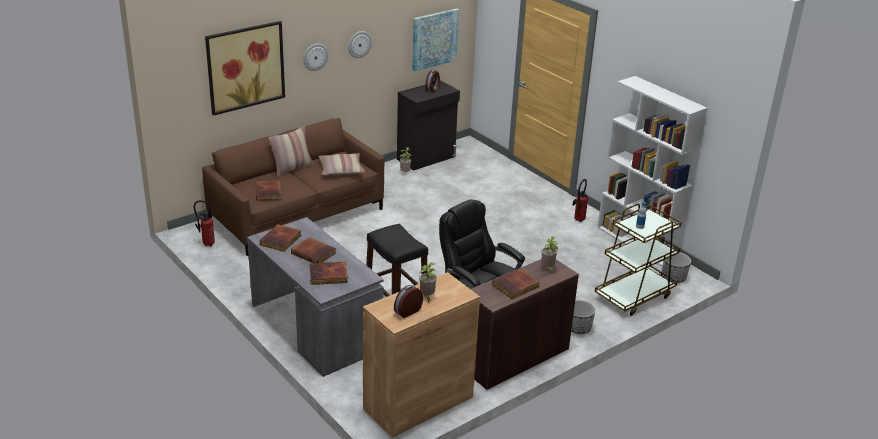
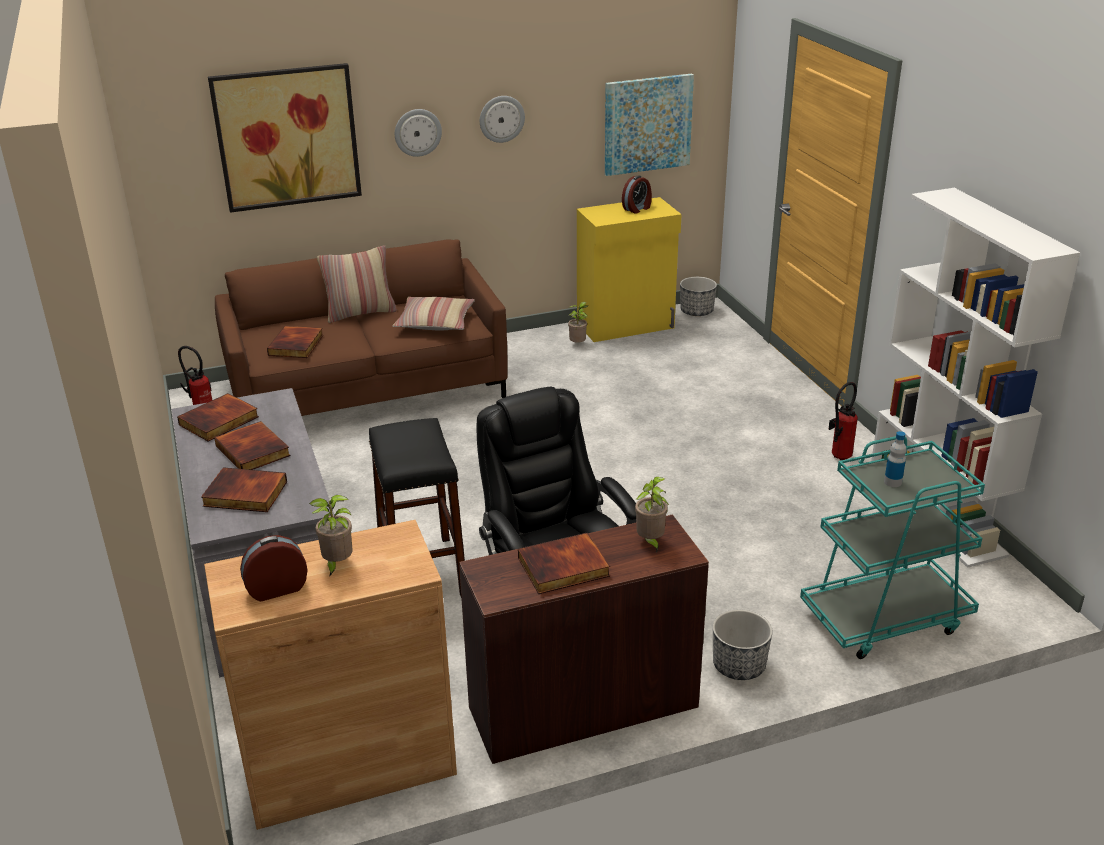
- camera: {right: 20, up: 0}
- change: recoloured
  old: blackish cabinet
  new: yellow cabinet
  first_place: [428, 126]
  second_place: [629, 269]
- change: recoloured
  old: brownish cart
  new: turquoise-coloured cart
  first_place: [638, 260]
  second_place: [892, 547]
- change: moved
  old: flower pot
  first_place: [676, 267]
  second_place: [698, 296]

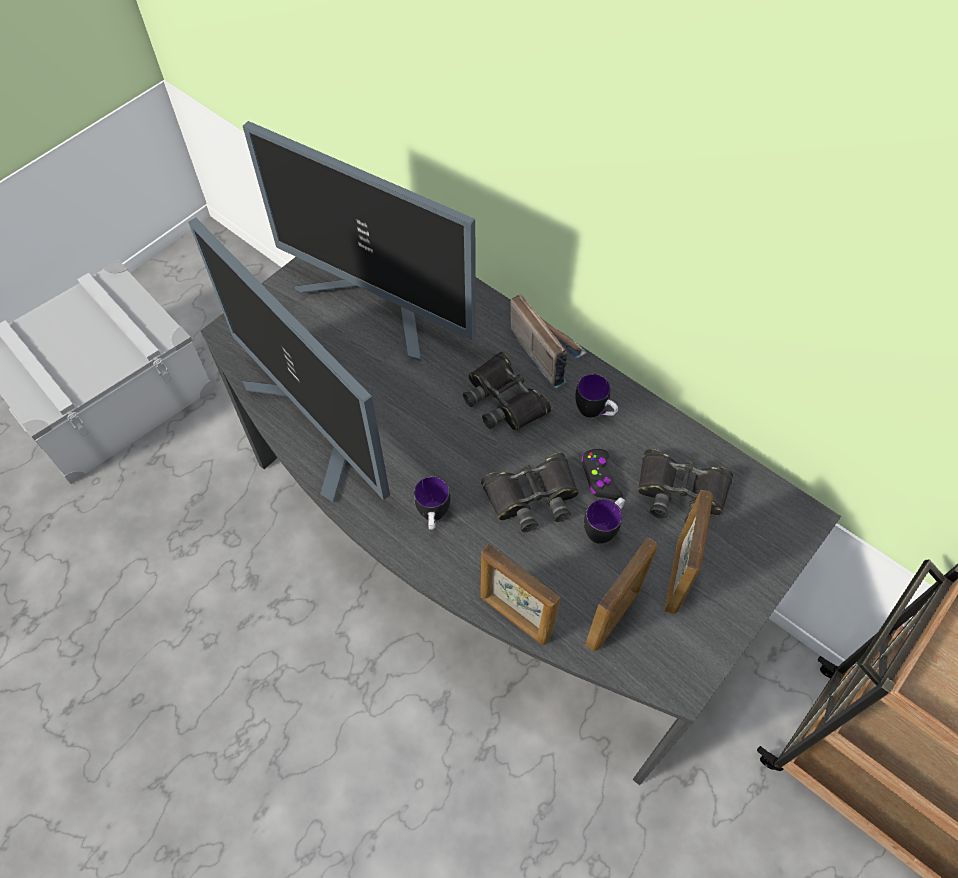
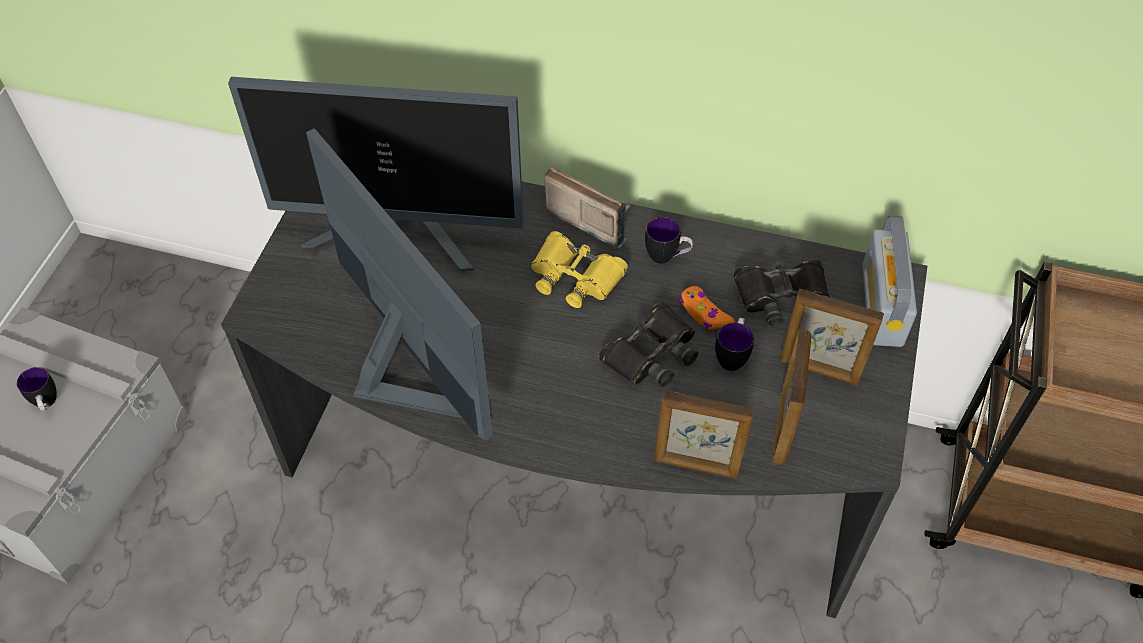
- camera: {right: -25, up: -5}
- change: turned
  old: monitor
  first_place: [289, 360]
  second_place: [399, 284]
  degrees: -150
- change: moved
  old: coffee mug
  first_place: [432, 503]
  second_place: [37, 389]
- change: recoloured
  old: blackish pair of binoculars
  new: yellow pair of binoculars
  first_place: [507, 391]
  second_place: [579, 269]
- change: recoloured
  old: blackish gamepad
  new: orange-coloured gamepad
  first_place: [602, 474]
  second_place: [707, 308]
- change: turned
  old: standing frame
  first_place: [688, 552]
  second_place: [832, 337]
  degrees: 120
- change: added
  new: radio set
  second_place: [889, 281]

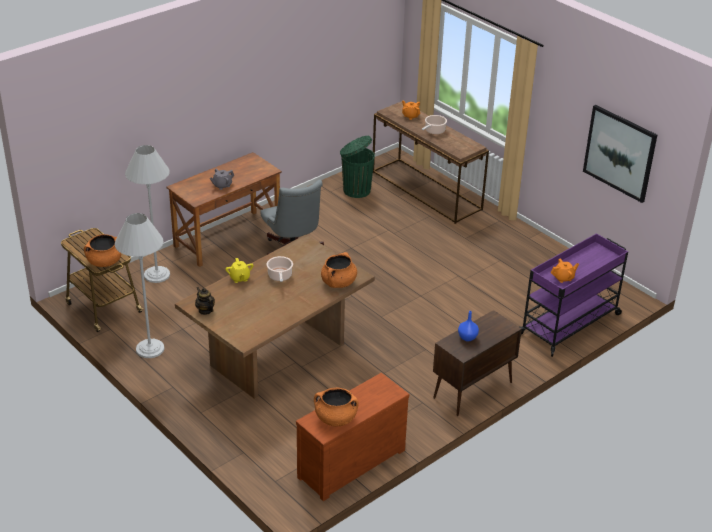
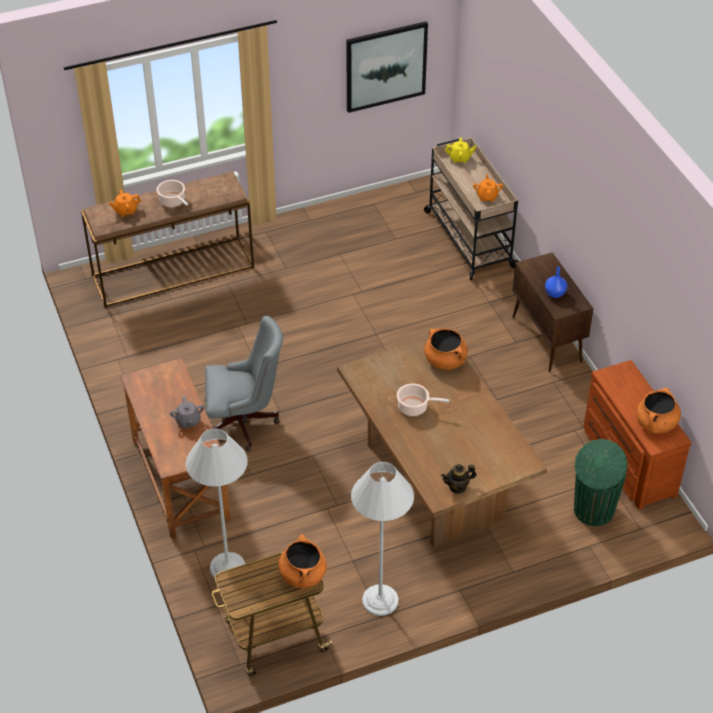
- camera: {right: -70, up: 10}
- change: moved
  old: yellow pot for tea
  first_place: [239, 270]
  second_place: [460, 150]
- change: moved
  old: green waste bin
  first_place: [357, 167]
  second_place: [600, 482]
- change: recoloured
  old: purple cart
  new: beige cart
  first_place: [573, 295]
  second_place: [471, 209]

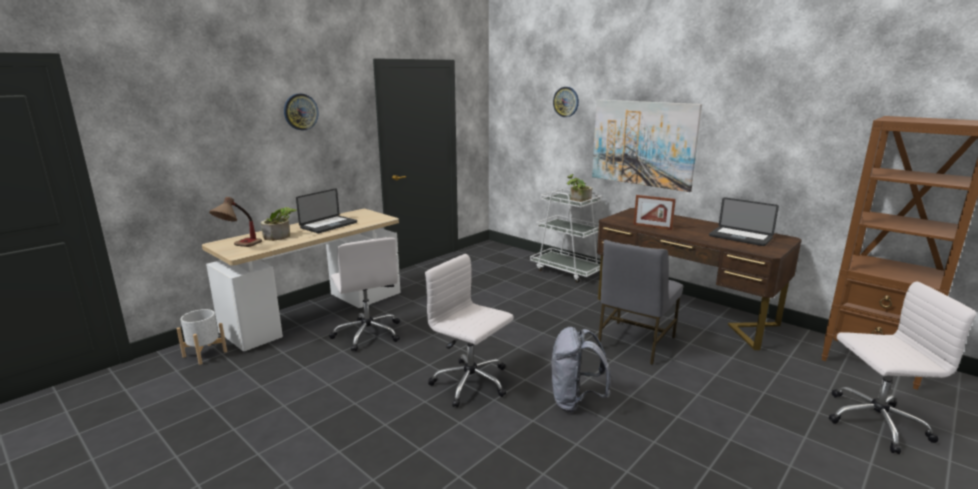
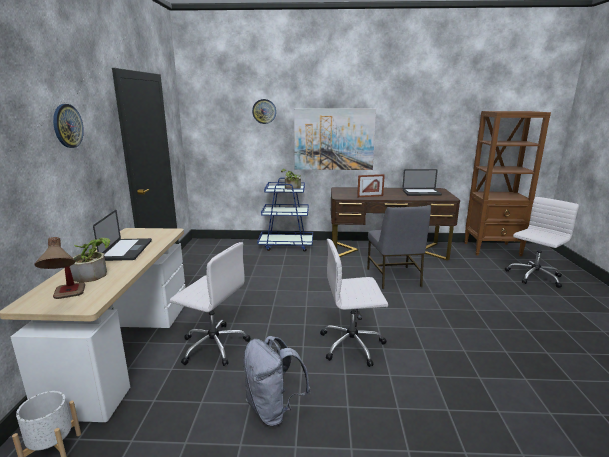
- camera: {right: -40, up: 0}
- change: recoloured
  old: white cart
  new: bluish cart
  first_place: [566, 234]
  second_place: [285, 215]
- change: moved
  old: gray rucksack
  first_place: [581, 369]
  second_place: [277, 381]

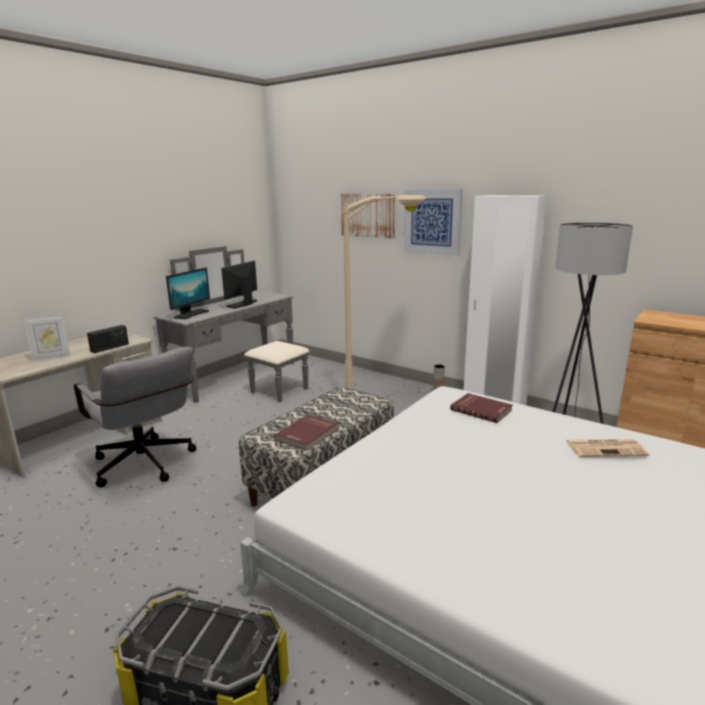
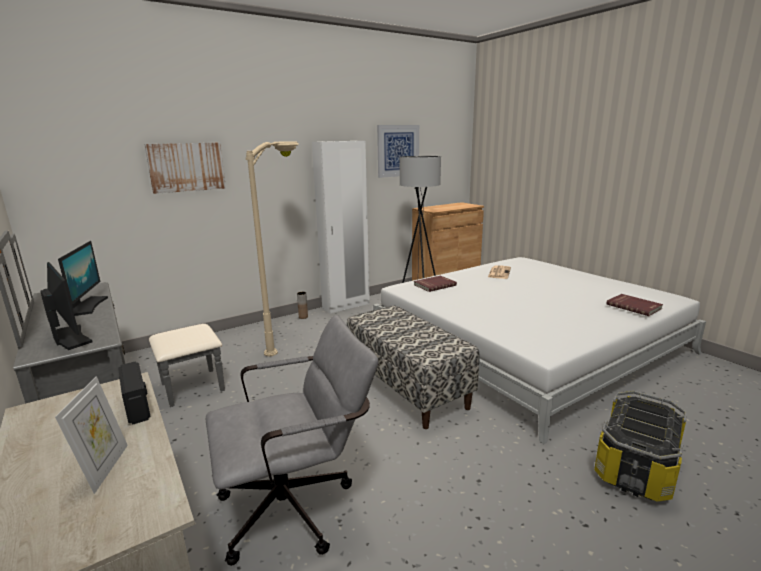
- camera: {right: -70, up: 0}
- change: turned
  old: monitor
  first_place: [239, 285]
  second_place: [83, 278]
  degrees: -150
- change: moved
  old: red bound book
  first_place: [306, 432]
  second_place: [635, 305]
- change: moved
  old: wall art
  first_place: [433, 222]
  second_place: [398, 151]

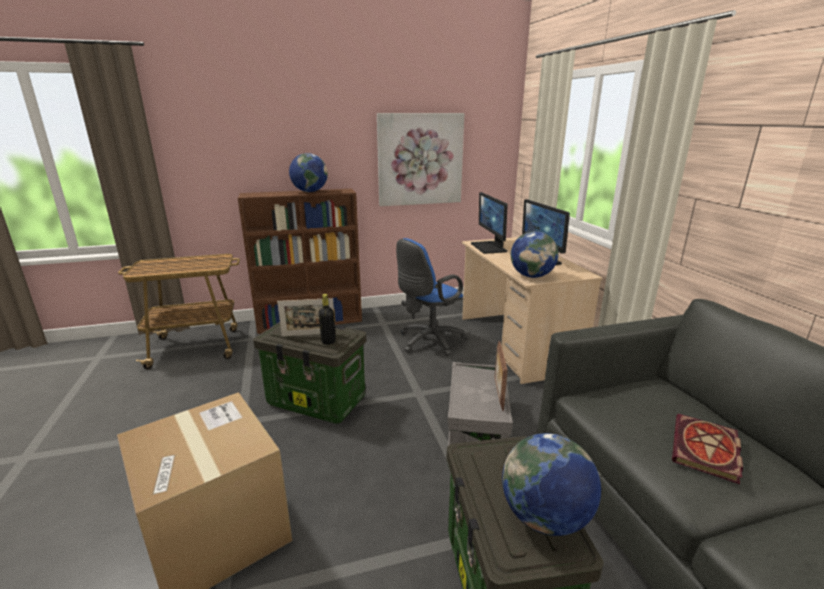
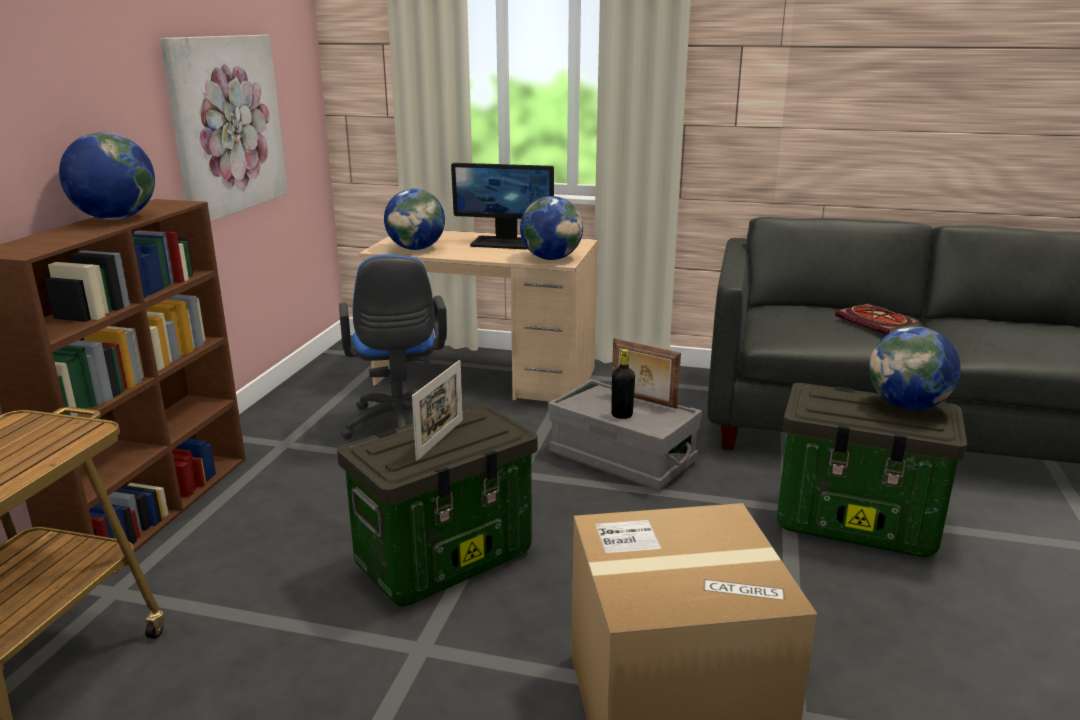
- camera: {right: -60, up: 0}
- change: moved
  old: blackish drink bottle
  first_place: [327, 319]
  second_place: [623, 384]
- change: replaced
  old: monitor
  new: world globe
  first_place: [489, 223]
  second_place: [414, 219]

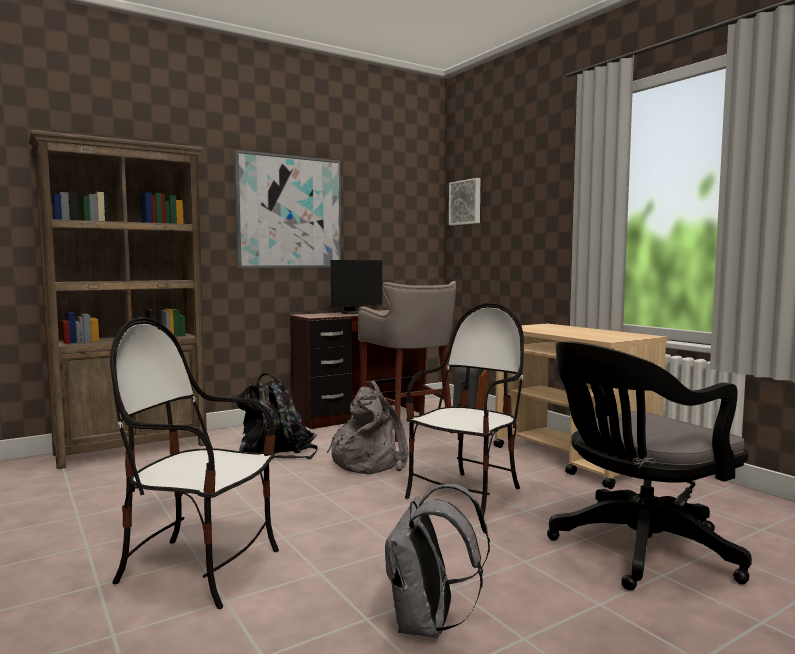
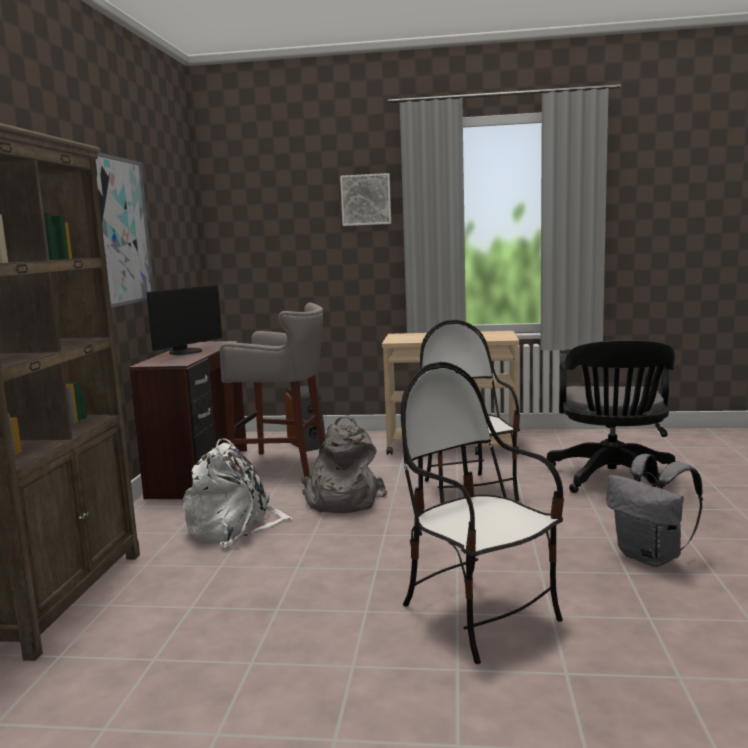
- camera: {right: -50, up: 5}
- change: turned
  old: plain chair
  first_place: [194, 463]
  second_place: [482, 513]
  degrees: 90
- change: recoloured
  old: blackish rucksack
  new: white rucksack
  first_place: [277, 416]
  second_place: [237, 493]
- change: turned
  old: monitor
  first_place: [356, 287]
  second_place: [184, 320]
  degrees: 45
- change: moved
  old: wall art
  first_place: [464, 201]
  second_place: [365, 199]

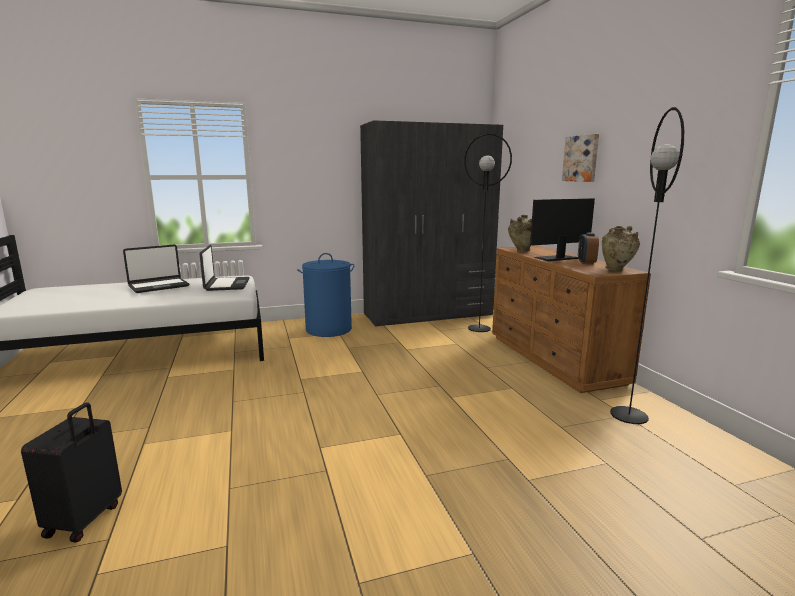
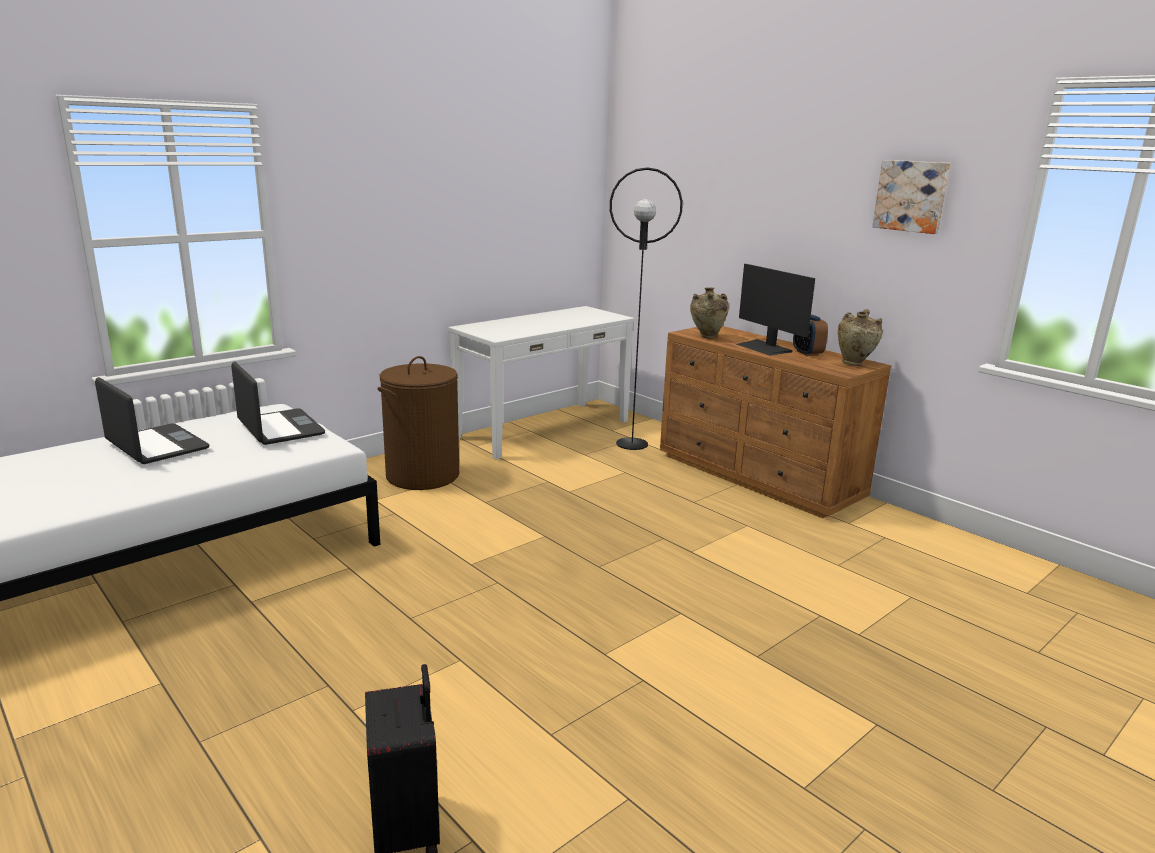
- camera: {right: -25, up: 5}
- change: turned
  old: laptop
  first_place: [156, 269]
  second_place: [152, 420]
  degrees: -75
- change: recoloured
  old: bluish hamper
  new: brownish hamper
  first_place: [325, 295]
  second_place: [418, 423]
- change: replaced
  old: gray wardrobe
  new: white hall table
  first_place: [431, 223]
  second_place: [541, 383]
- change: turned
  old: monitor
  first_place: [562, 229]
  second_place: [775, 310]
  degrees: -75
- change: moved
  old: wall art
  first_place: [580, 158]
  second_place: [911, 197]
- change: removed
  old: blackish standard lamp
  first_place: [647, 265]

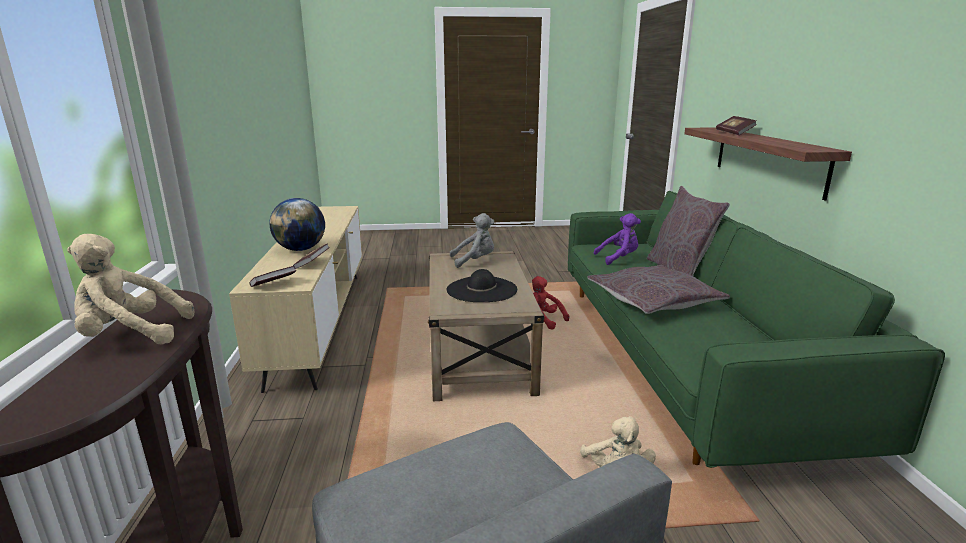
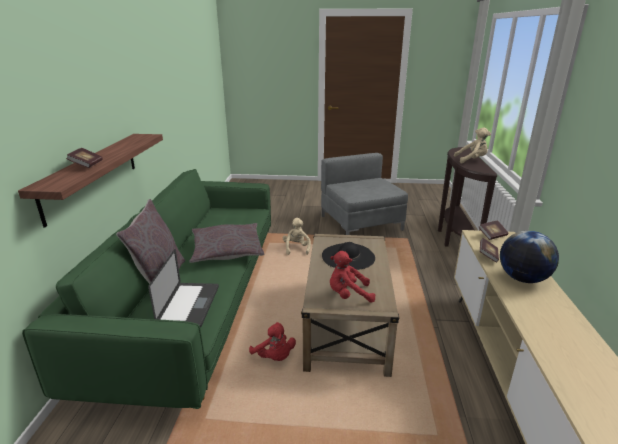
- camera: {right: -170, up: 5}
- change: recoloured
  old: gray cuddly toy
  new: red cuddly toy
  first_place: [472, 240]
  second_place: [352, 277]
- change: replaced
  old: purple cuddly toy
  new: laptop
  first_place: [617, 239]
  second_place: [183, 288]

